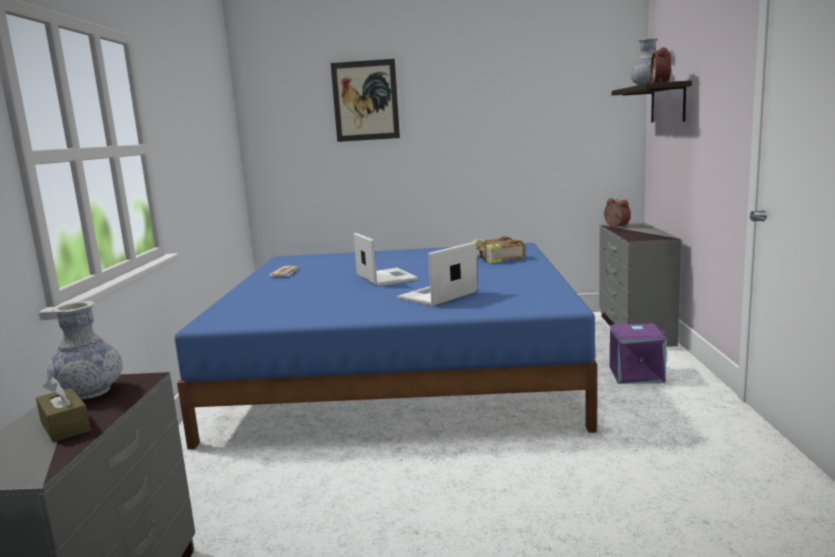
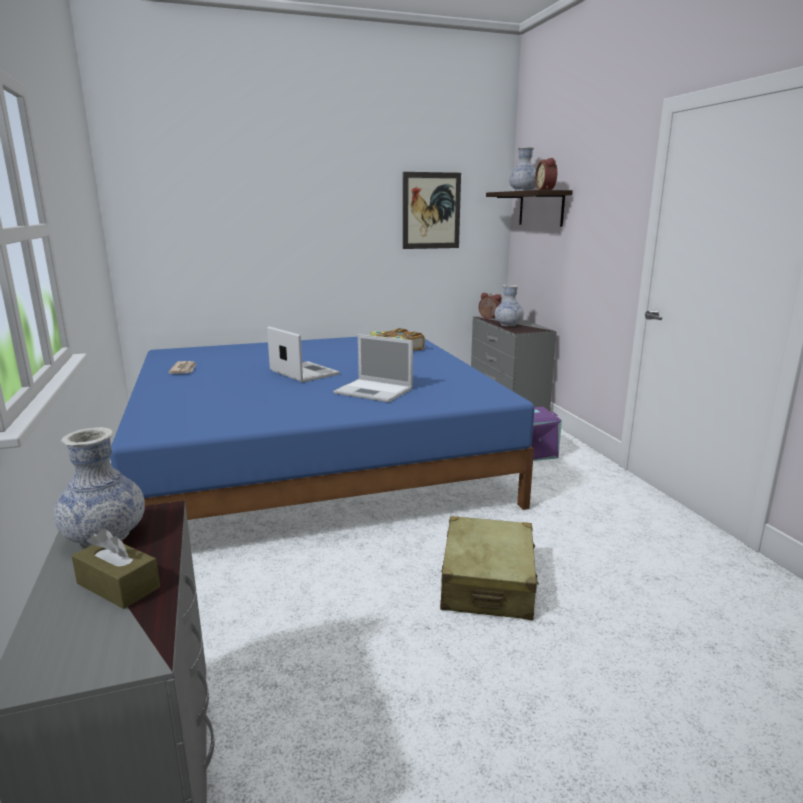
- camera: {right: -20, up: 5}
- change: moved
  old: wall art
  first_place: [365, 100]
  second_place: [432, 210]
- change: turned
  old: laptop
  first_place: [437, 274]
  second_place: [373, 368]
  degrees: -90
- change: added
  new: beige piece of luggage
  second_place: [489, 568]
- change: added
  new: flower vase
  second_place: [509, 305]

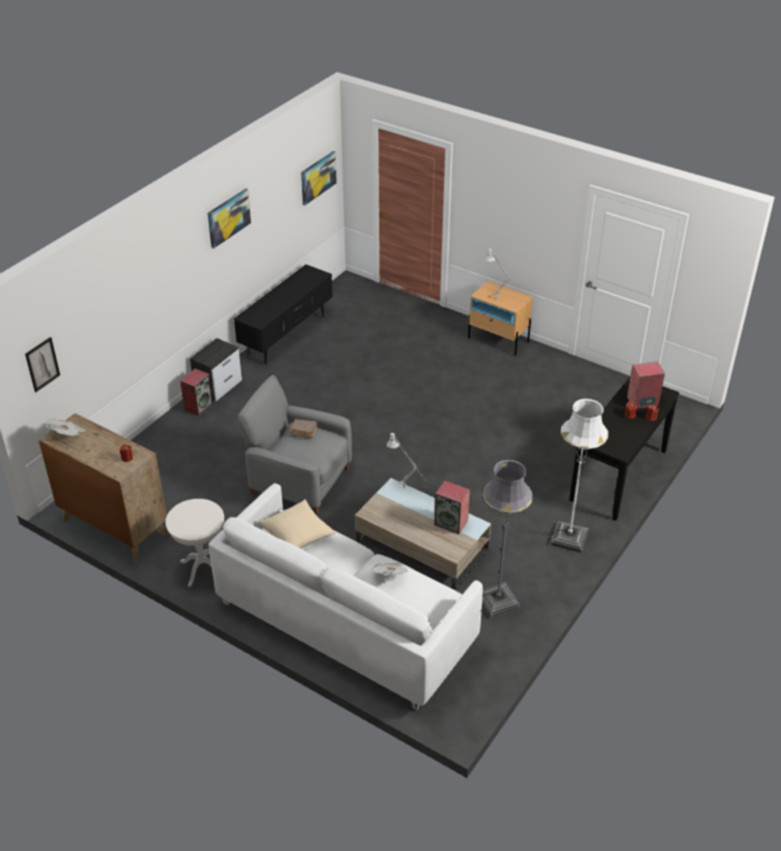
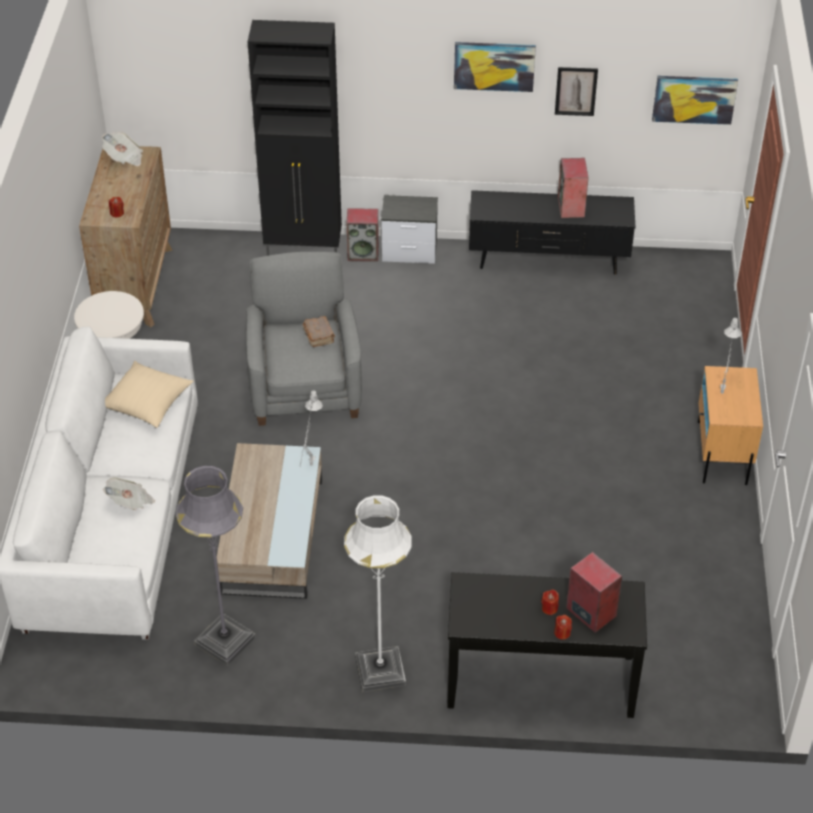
- camera: {right: 60, up: 5}
- change: moved
  old: wall art
  first_place: [42, 364]
  second_place: [576, 91]
- change: moved
  old: audio speaker
  first_place: [452, 507]
  second_place: [573, 188]
- change: added
  new: blackish cabinet
  second_place: [295, 138]

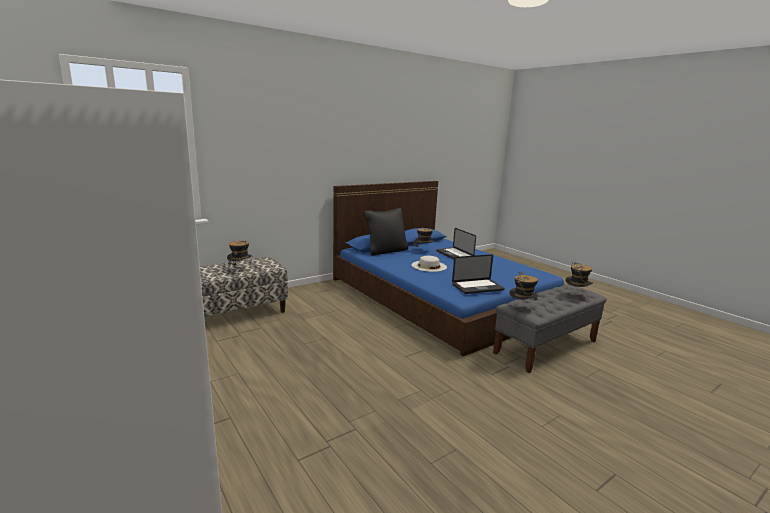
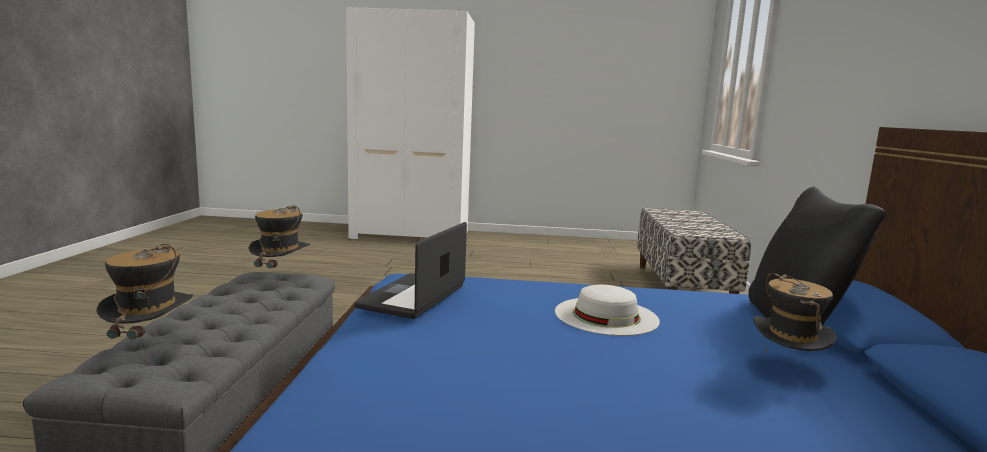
- camera: {right: 130, up: -5}
- change: removed
  old: clothing hat
  first_place: [240, 256]
- change: removed
  old: laptop
  first_place: [456, 243]

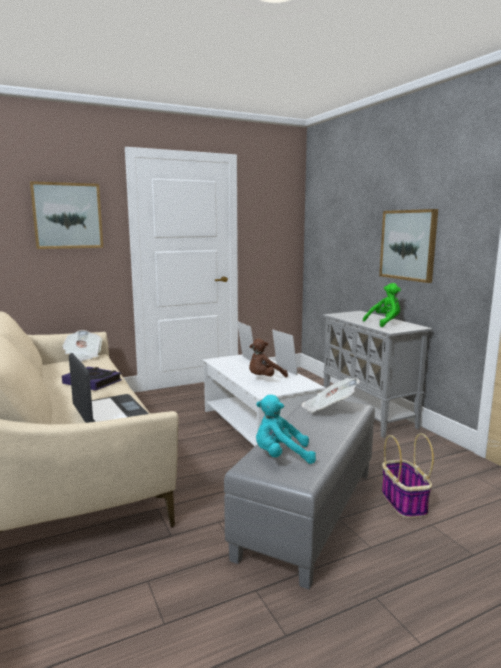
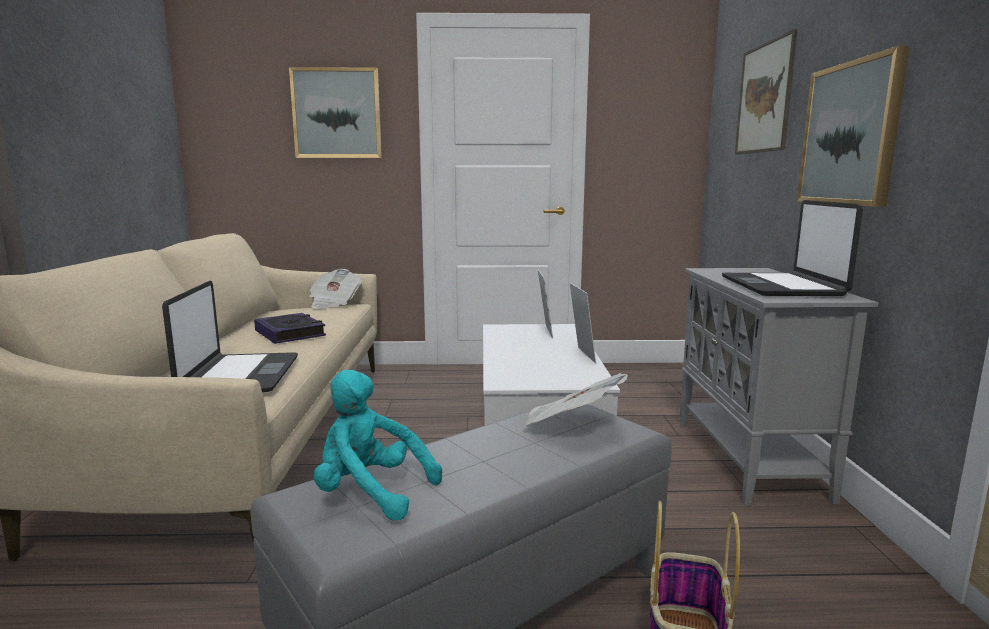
- camera: {right: 25, up: 0}
- change: removed
  old: brownish cuddly toy
  first_place: [268, 357]
- change: replaced
  old: green cuddly toy
  new: laptop
  first_place: [382, 305]
  second_place: [792, 248]
- change: added
  new: wall art
  second_place: [766, 91]

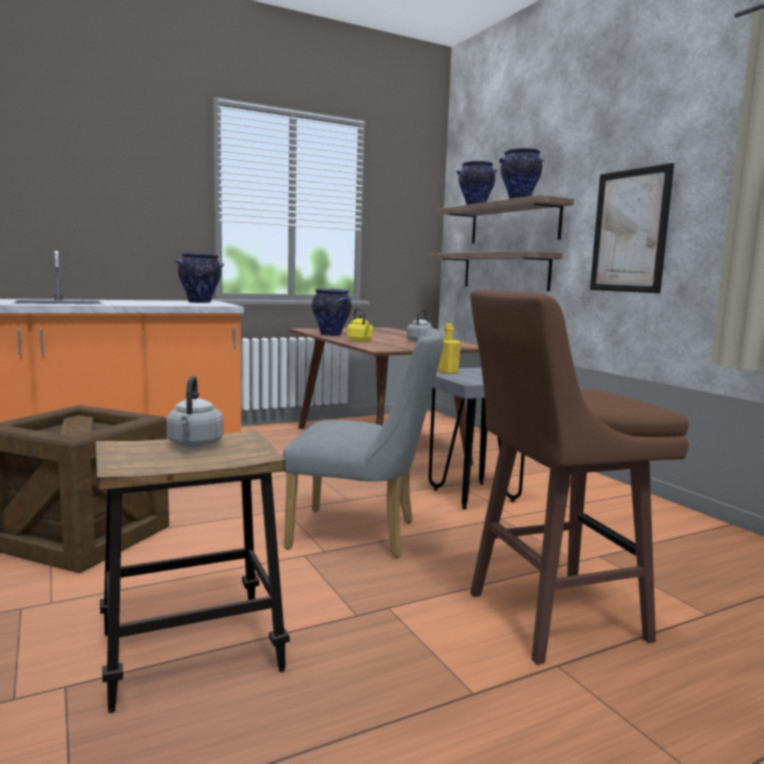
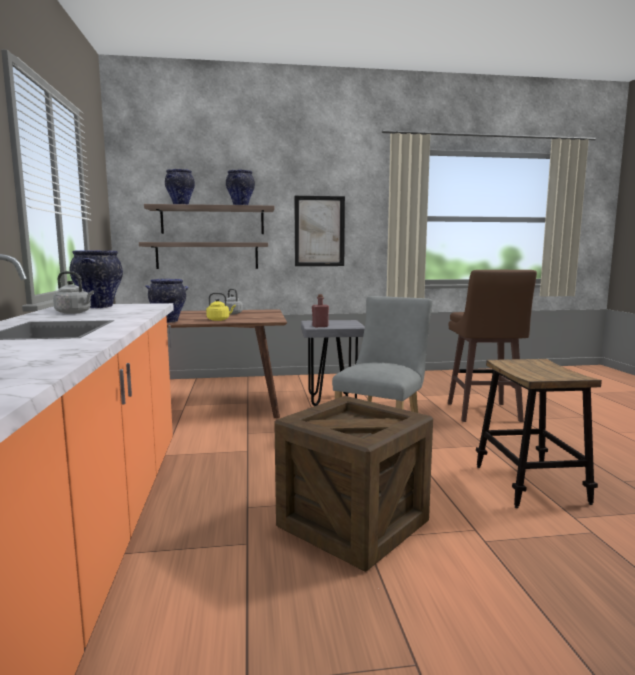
- camera: {right: -70, up: 0}
- change: moved
  old: gray tea kettle
  first_place: [195, 411]
  second_place: [73, 292]
- change: recoloured
  old: yellow drink bottle
  new: red drink bottle
  first_place: [449, 349]
  second_place: [320, 310]

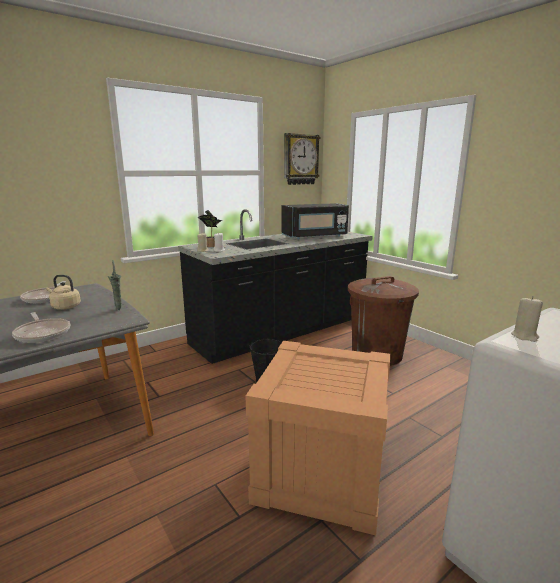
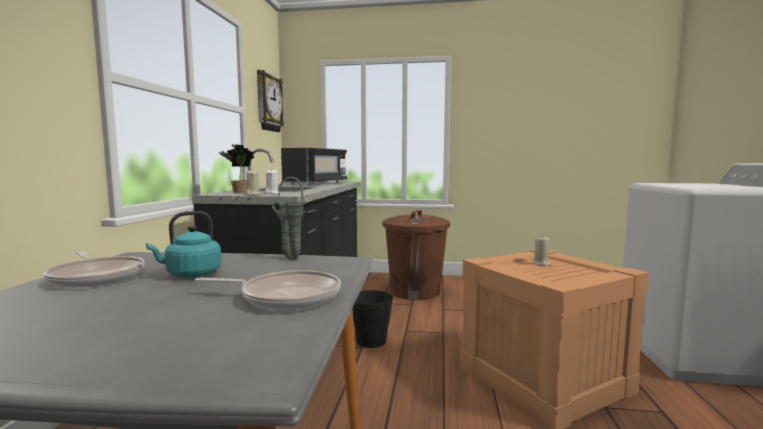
- camera: {right: -45, up: -10}
- change: recoloured
  old: beige tea kettle
  new: turquoise-coloured tea kettle
  first_place: [63, 292]
  second_place: [184, 244]
- change: moved
  old: beige candle
  first_place: [527, 319]
  second_place: [541, 251]

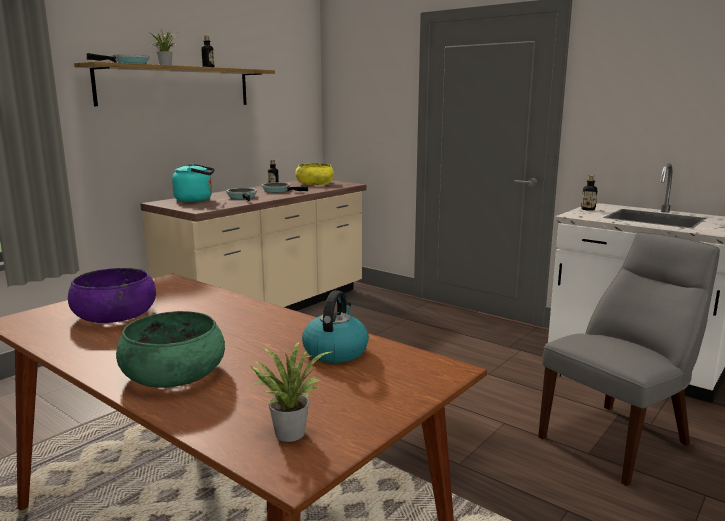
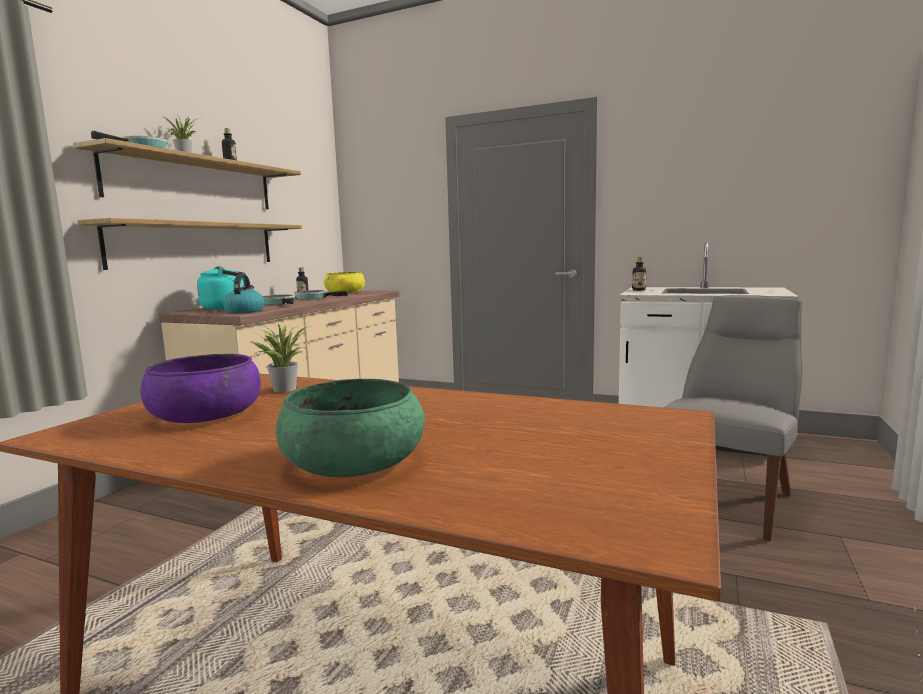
- camera: {right: -15, up: -5}
- change: moved
  old: houseplant
  first_place: [291, 391]
  second_place: [280, 358]
- change: moved
  old: tea kettle
  first_place: [335, 327]
  second_place: [244, 293]
- change: added
  new: shelf
  second_place: [190, 244]

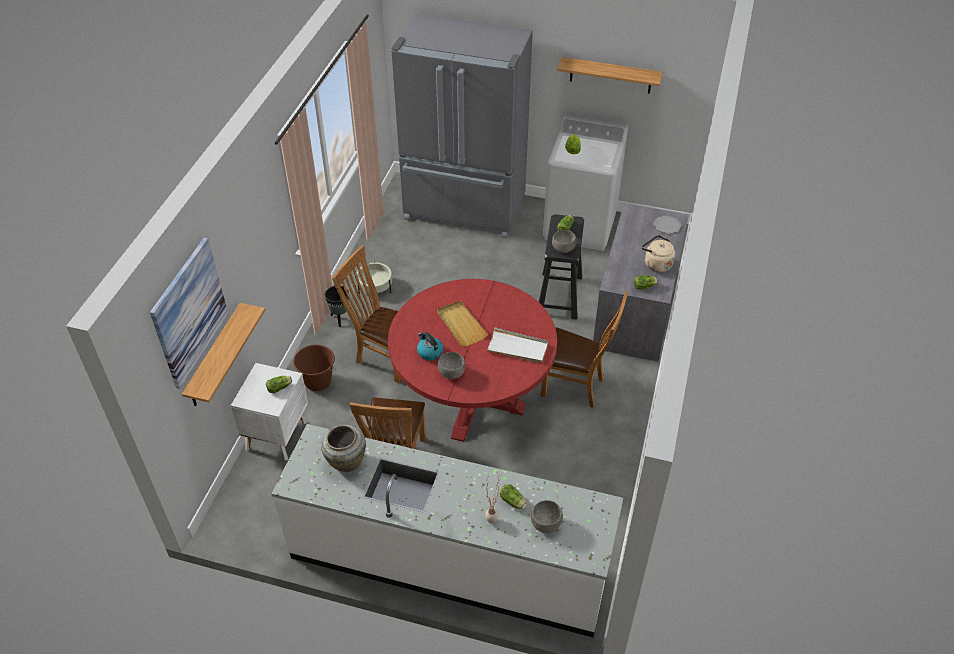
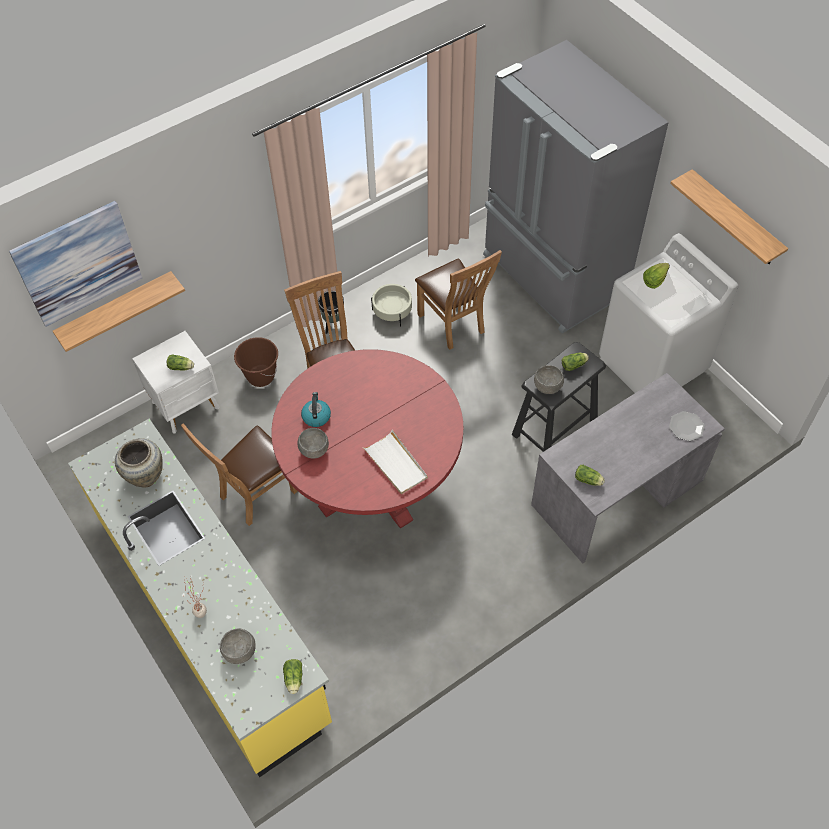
- camera: {right: 40, up: 10}
- change: recoloured
  old: white kitchen counter
  new: yellow kitchen counter
  first_place: [447, 530]
  second_place: [200, 598]
- change: removed
  old: beige tray
  first_place: [462, 323]
- change: moved
  old: head of lettuce
  first_place: [513, 497]
  second_place: [292, 676]
- change: moved
  old: brownish plain chair
  first_place: [584, 349]
  second_place: [458, 300]
- change: removed
  old: beige tea kettle
  first_place: [658, 253]

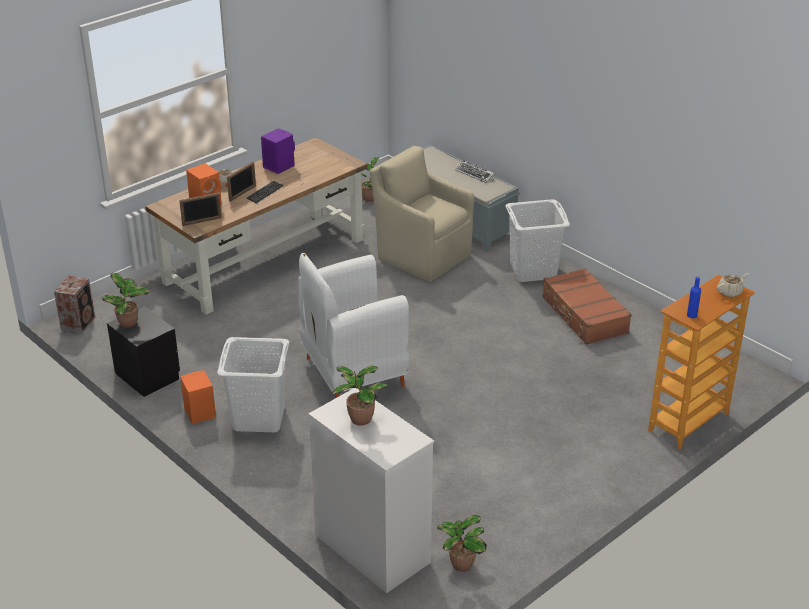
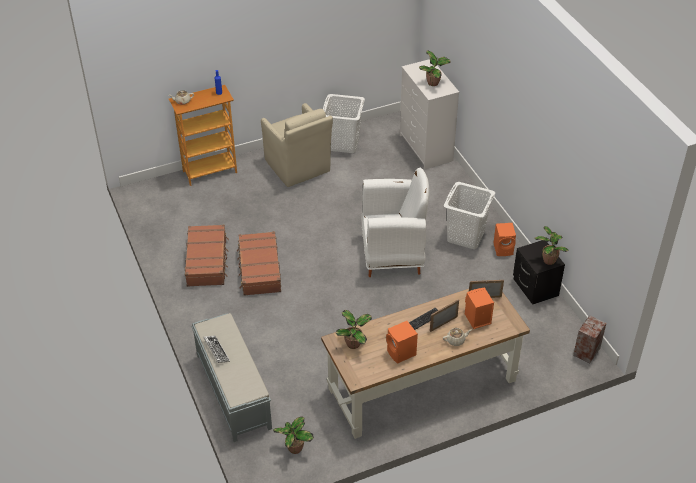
- camera: {right: -160, up: 10}
- change: recoloured
  old: purple audio speaker
  new: orange-coloured audio speaker
  first_place: [278, 151]
  second_place: [402, 342]
- change: moved
  old: beige easy chair
  first_place: [422, 214]
  second_place: [297, 145]
- change: moved
  old: houseplant
  first_place: [462, 543]
  second_place: [353, 329]
- change: moved
  old: white hamper
  first_place: [537, 240]
  second_place: [344, 123]
- change: added
  new: brownish piece of luggage
  second_place: [259, 263]

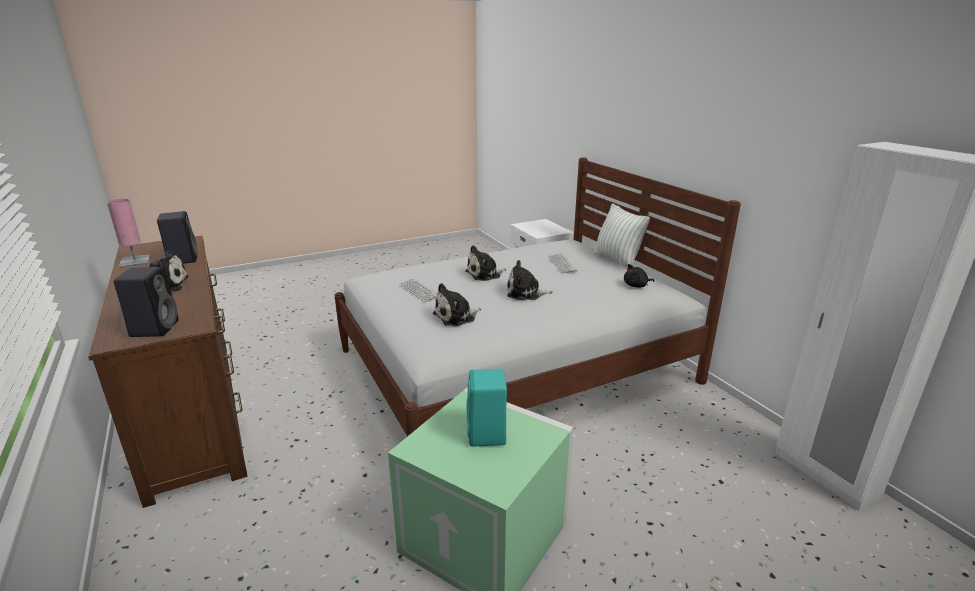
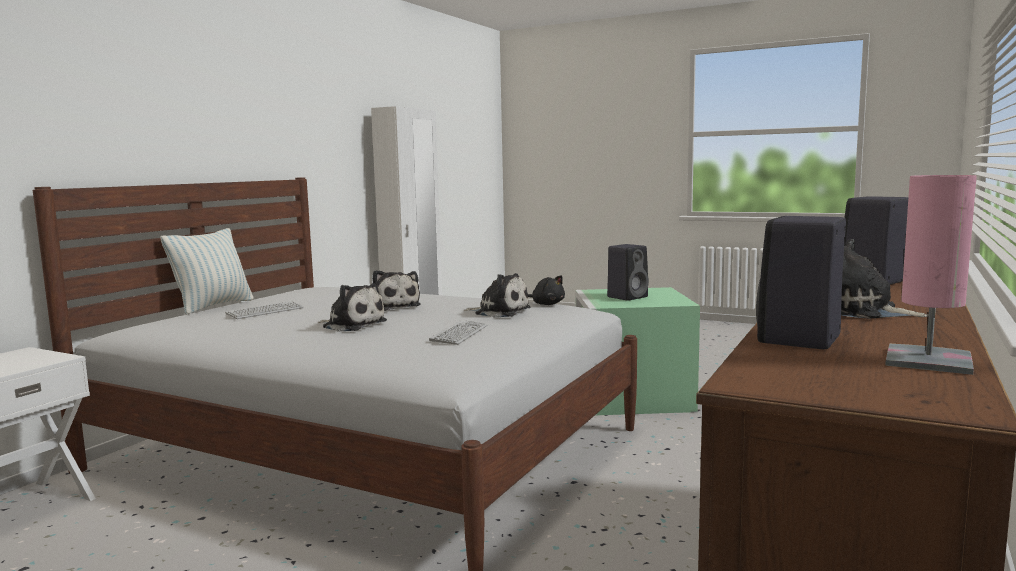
- camera: {right: -125, up: -15}
- change: recoloured
  old: turquoise-coloured audio speaker
  new: blackish audio speaker
  first_place: [487, 408]
  second_place: [628, 272]
- change: moved
  old: blackish cuddly toy
  first_place: [639, 276]
  second_place: [546, 290]

